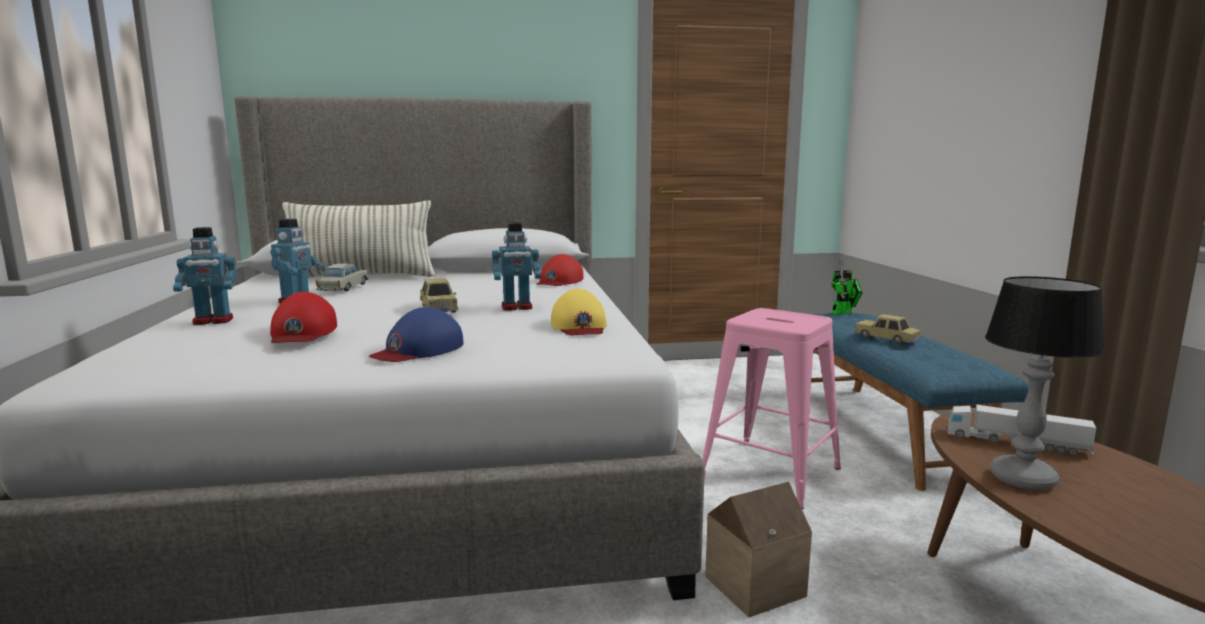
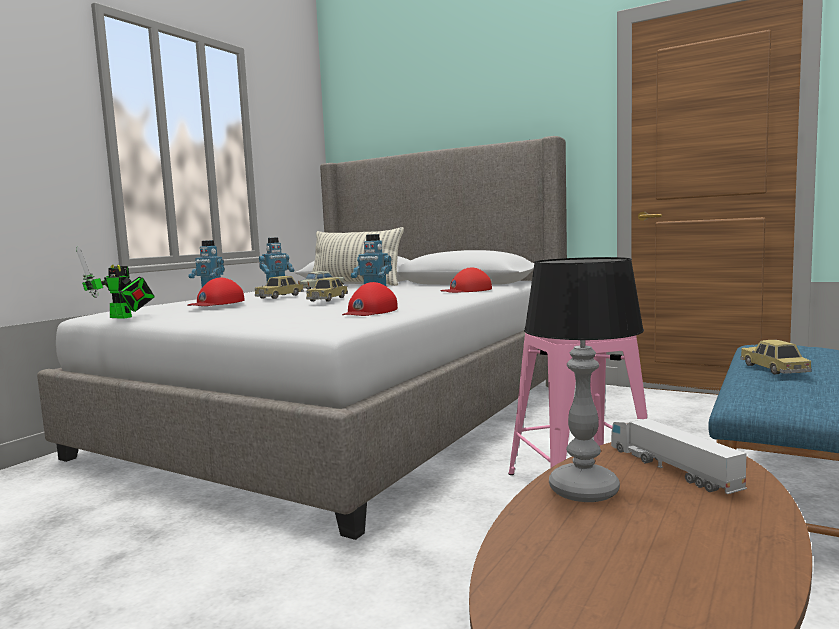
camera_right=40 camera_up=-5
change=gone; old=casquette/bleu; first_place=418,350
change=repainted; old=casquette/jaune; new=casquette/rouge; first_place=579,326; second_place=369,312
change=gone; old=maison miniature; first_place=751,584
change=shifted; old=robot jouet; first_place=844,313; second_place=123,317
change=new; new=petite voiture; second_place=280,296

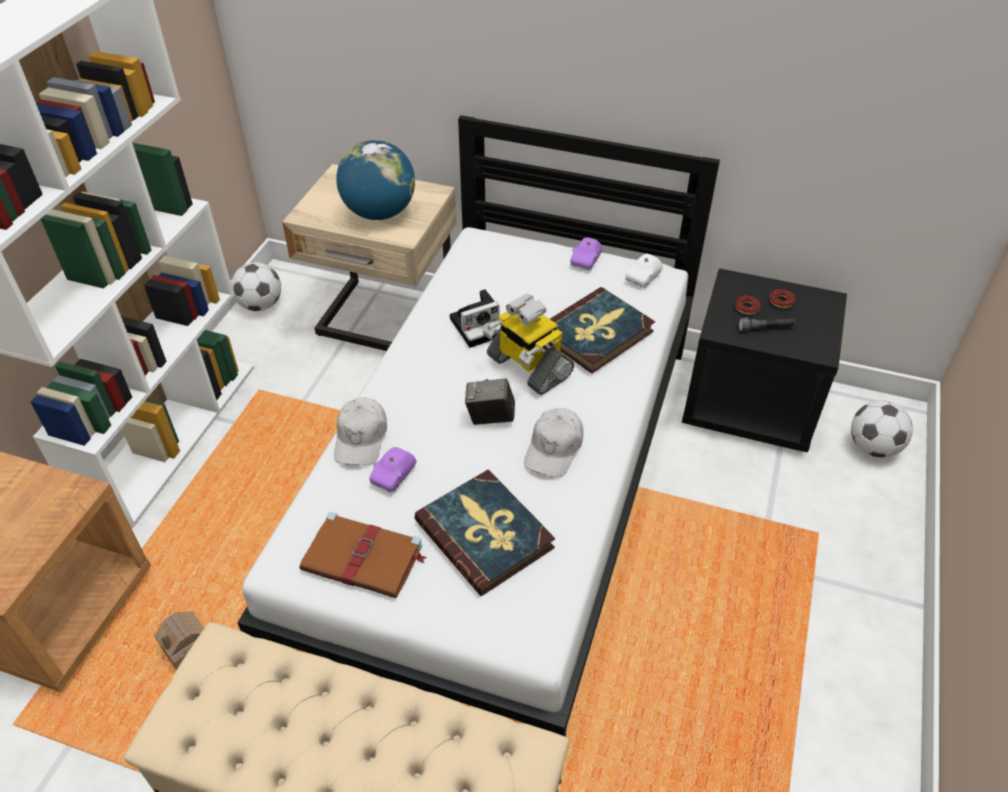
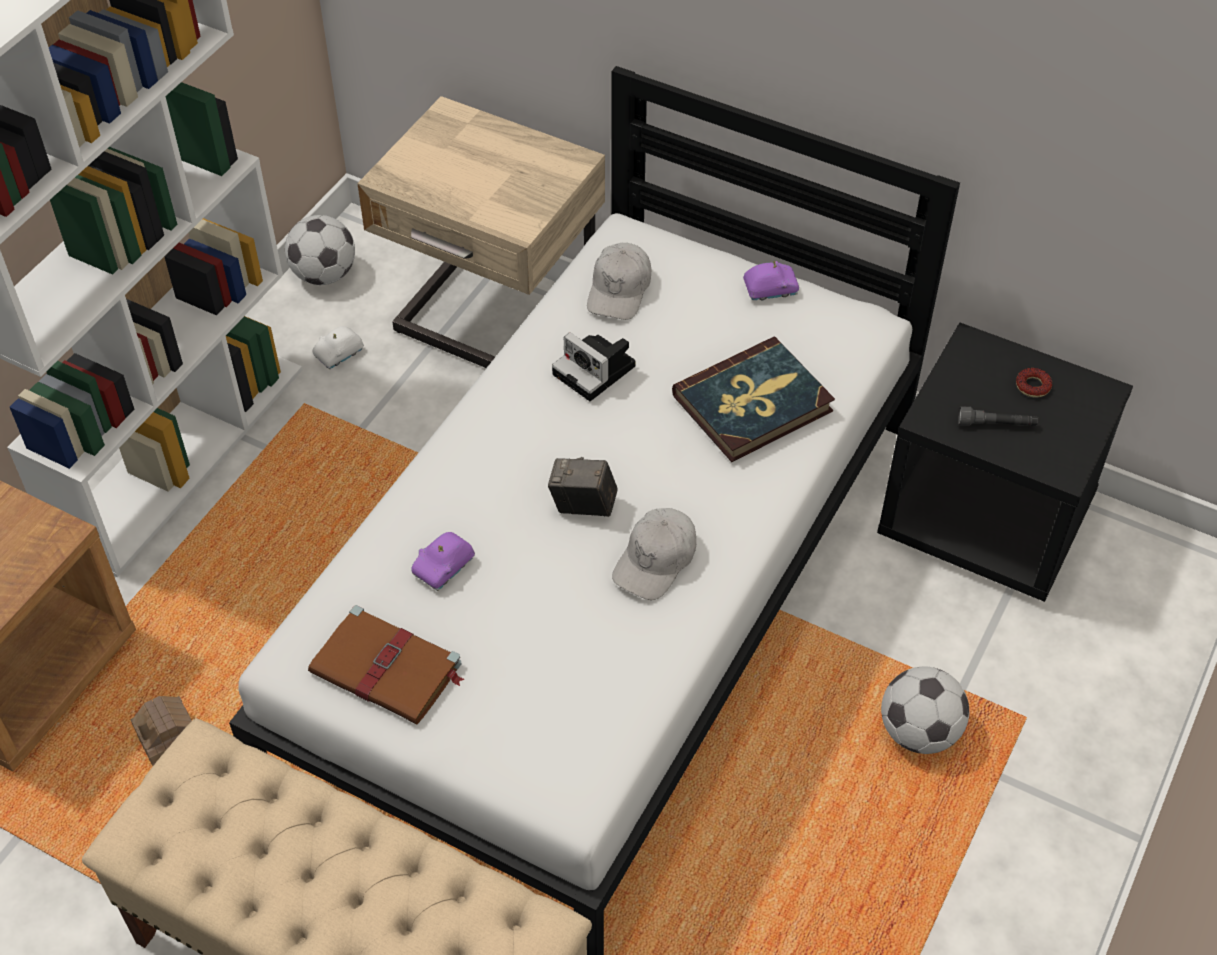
camera_right=10 camera_up=5
change=shifted; old=casquette/blanc; first_place=361,438; second_place=619,290
change=gone; old=globe; first_place=379,213
change=gone; old=livre; first_place=485,534
change=rotated; old=appareil photo; first_place=478,326; second_place=597,371; degrees=60
change=gone; old=robot jouet; first_place=527,367
change=rotated; old=petite voiture/violet; first_place=586,260; second_place=769,289; degrees=-135
change=shifted; old=petite voiture/blanc; first_place=644,277; second_place=339,354
change=gone; old=beignet; first_place=746,308
change=shifted; old=ballon de foot; first_place=873,447; second_place=918,732

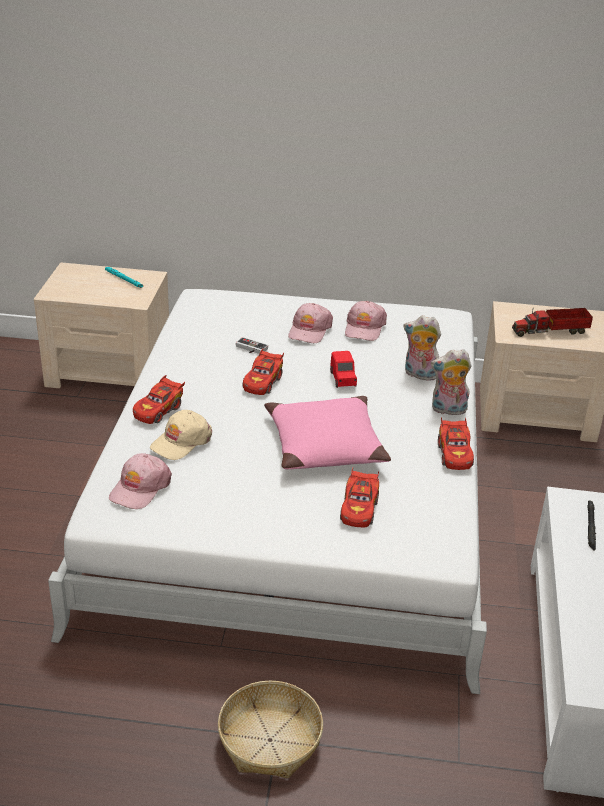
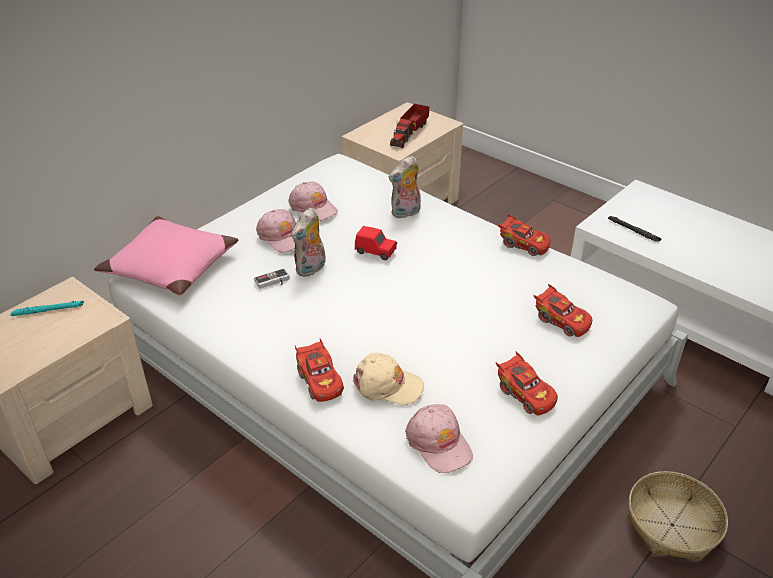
camera_right=-55 camera_up=5
change=rotated; old=casquette/beige; first_place=181,442; second_place=387,385; degrees=-60
change=shifted; old=petite voiture/rouge; first_place=263,382; second_place=525,394
change=shifted; old=coussin/rose; first_place=324,445; second_place=170,267
change=shifted; old=peluche; first_place=448,410; second_place=311,269

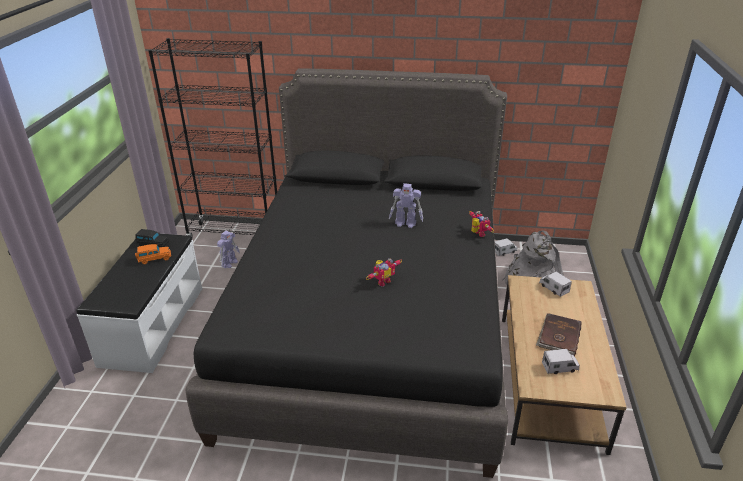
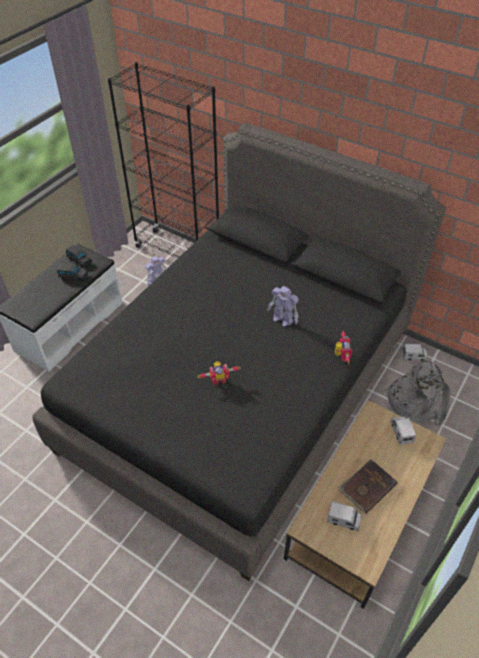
camera_right=25 camera_up=15
change=repainted; old=petite voiture/orange; new=petite voiture/noir; first_place=154,259; second_place=73,276

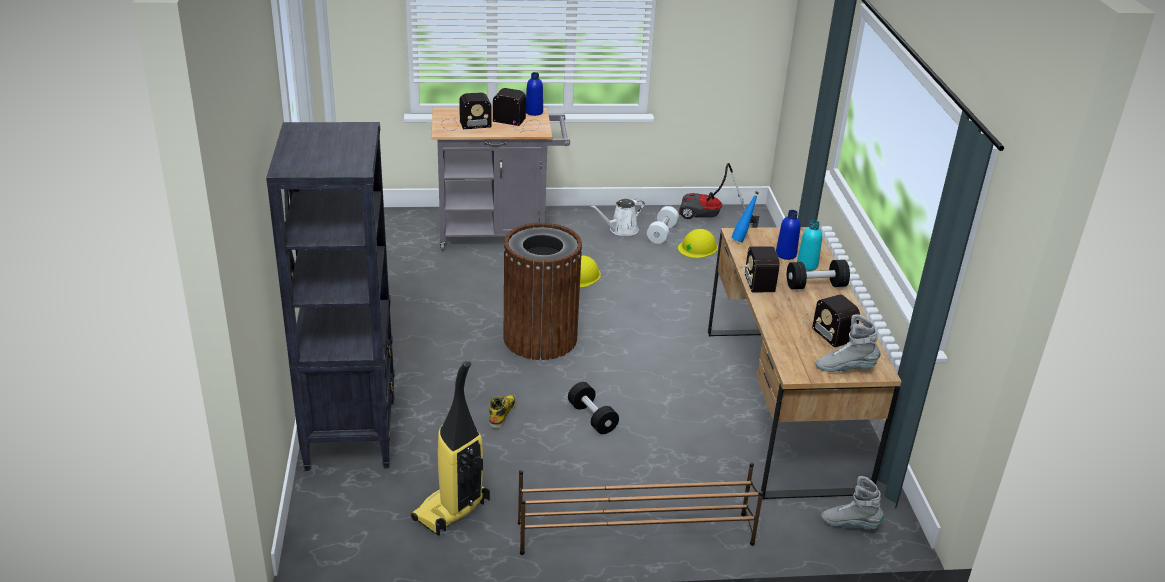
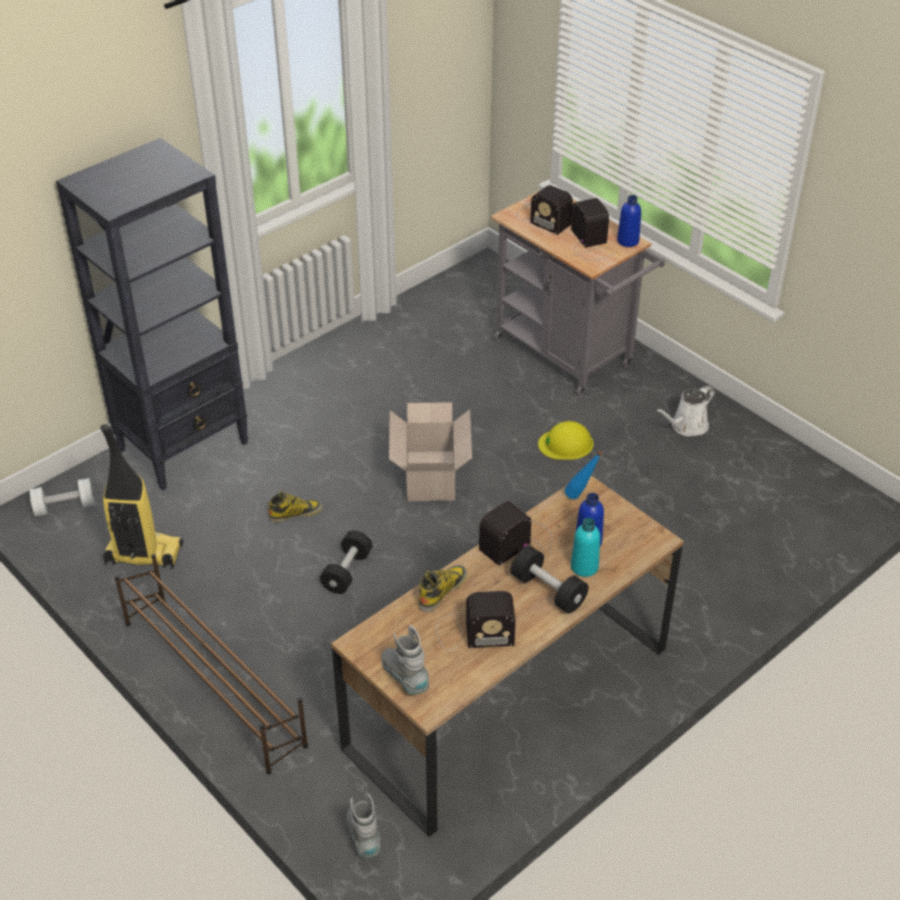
camera_right=55 camera_up=10
change=swapped; old=poubelle/marron; new=carton; first_place=540,338; second_place=431,474
change=rotated; old=arrosoir/blanc; first_place=621,230; second_place=686,426; degrees=-60
change=shifted; old=haltère/blanc; first_place=662,233; second_place=65,507
change=gone; old=casque de chantier/jaune; first_place=698,247
change=gone; old=aspirateur; first_place=710,218
change=rotated; old=radio; first_place=827,327; second_place=472,632; degrees=-120
change=new; new=botte; second_place=442,590

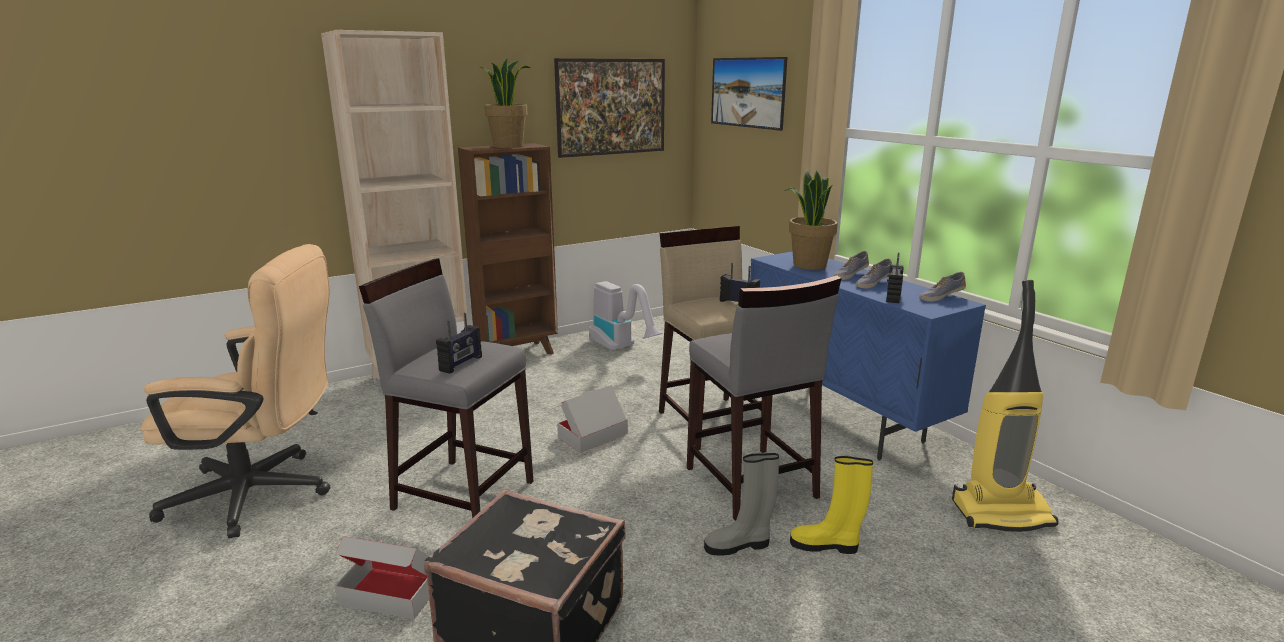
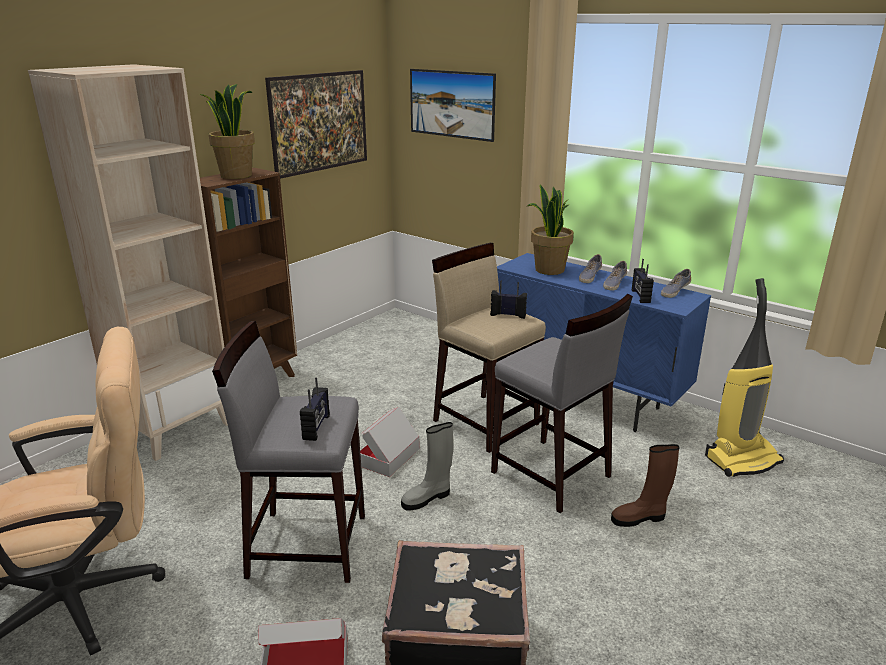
camera_right=-20 camera_up=5
change=gone; old=aspirateur; first_place=622,348
change=shifted; old=botte/gris; first_place=739,545; second_place=427,498
change=repainted; old=botte/jaune; new=botte/marron; first_place=826,545; second_place=639,518

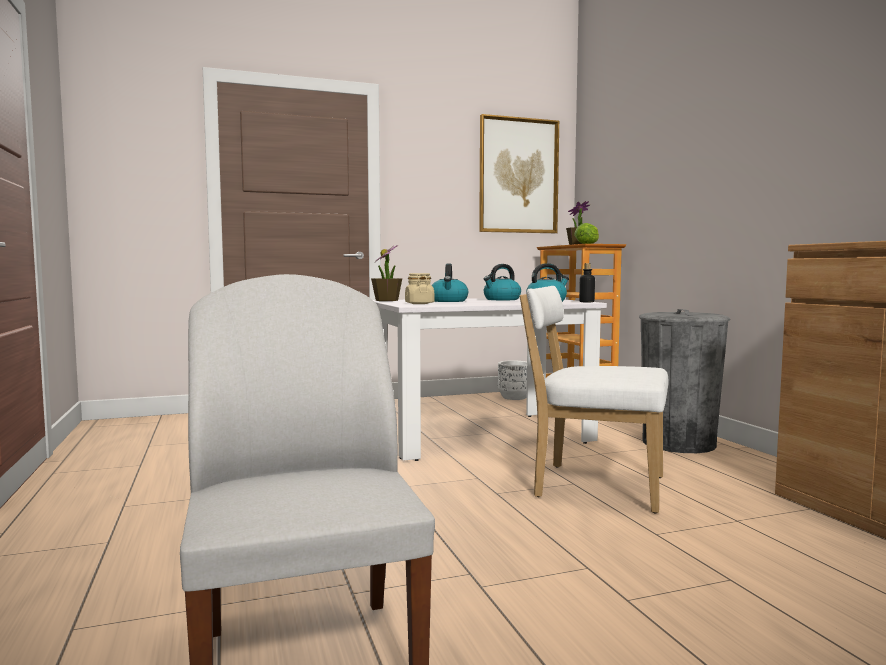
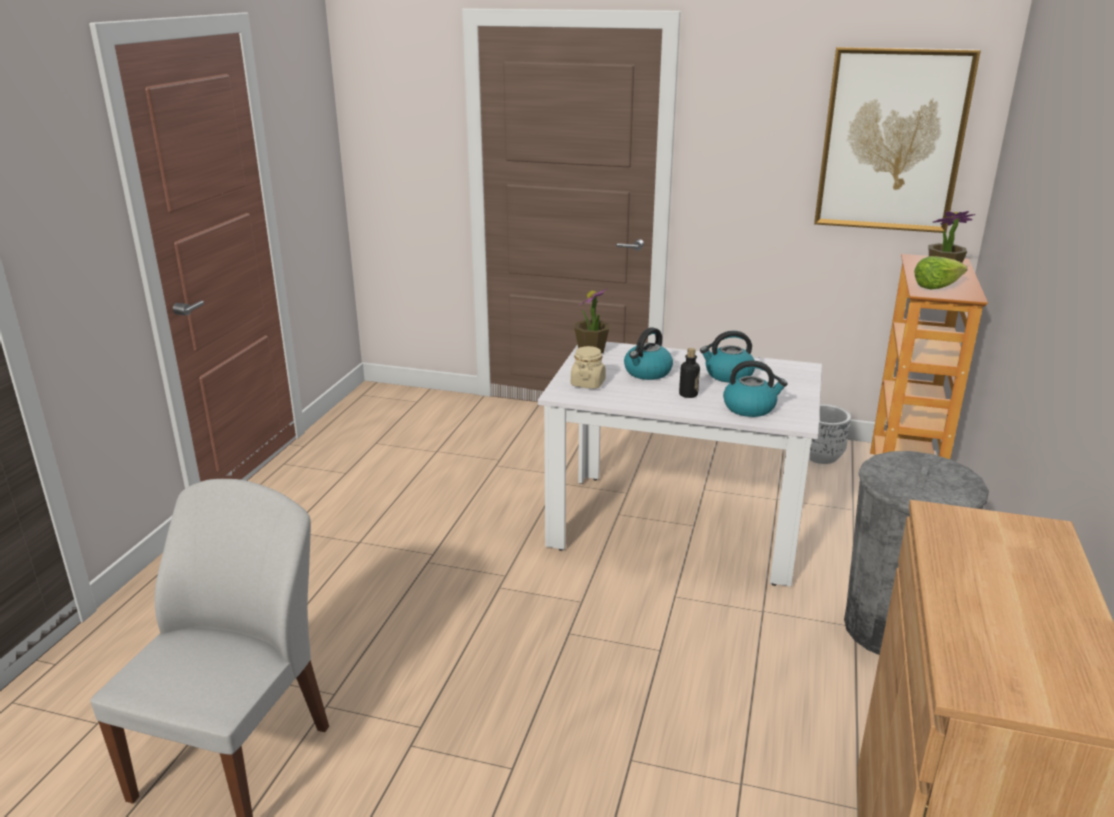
camera_right=35 camera_up=20
change=gone; old=chaise/blanc; first_place=592,486
change=shifted; old=bouteille; first_place=586,302; second_place=688,394

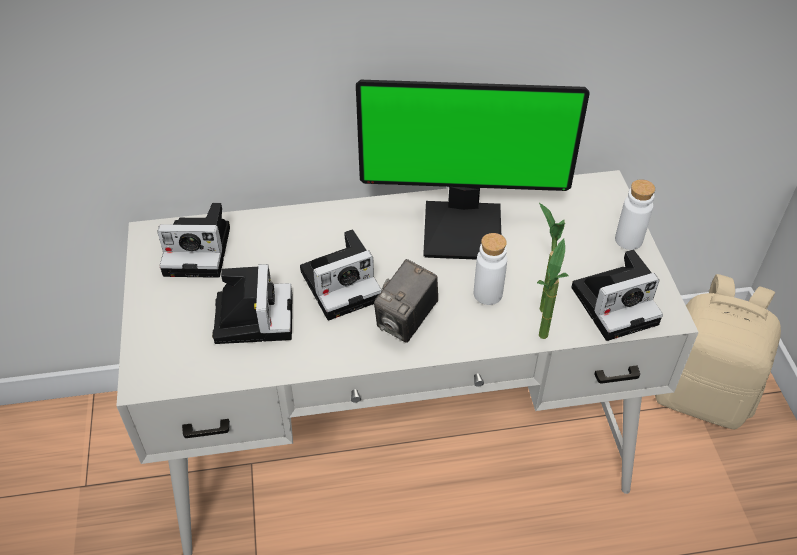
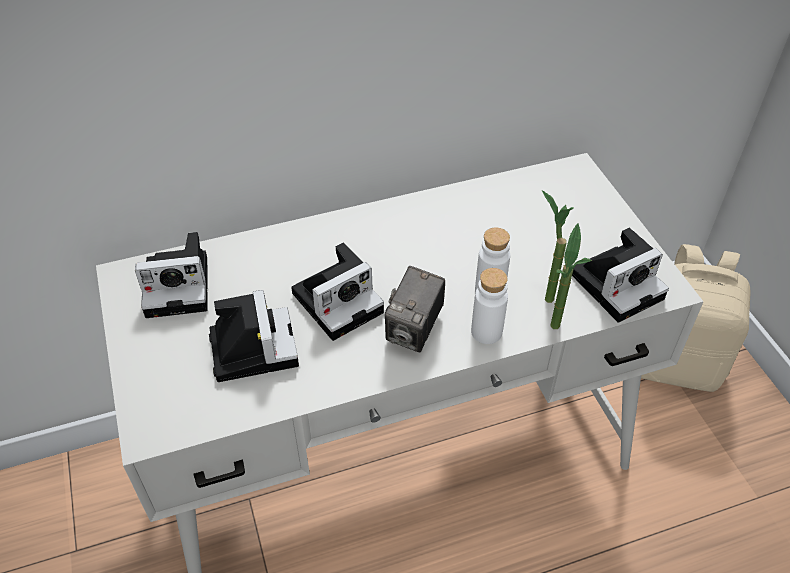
camera_right=-10 camera_up=0
change=gone; old=écran d'ordinateur; first_place=464,228
change=shifted; old=bouteille/blanc; first_place=628,240; second_place=486,332

